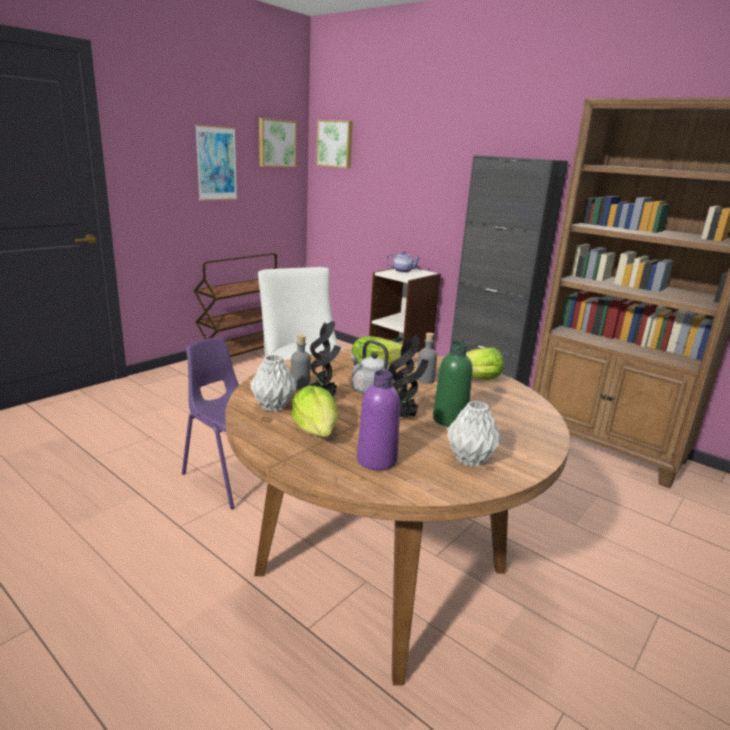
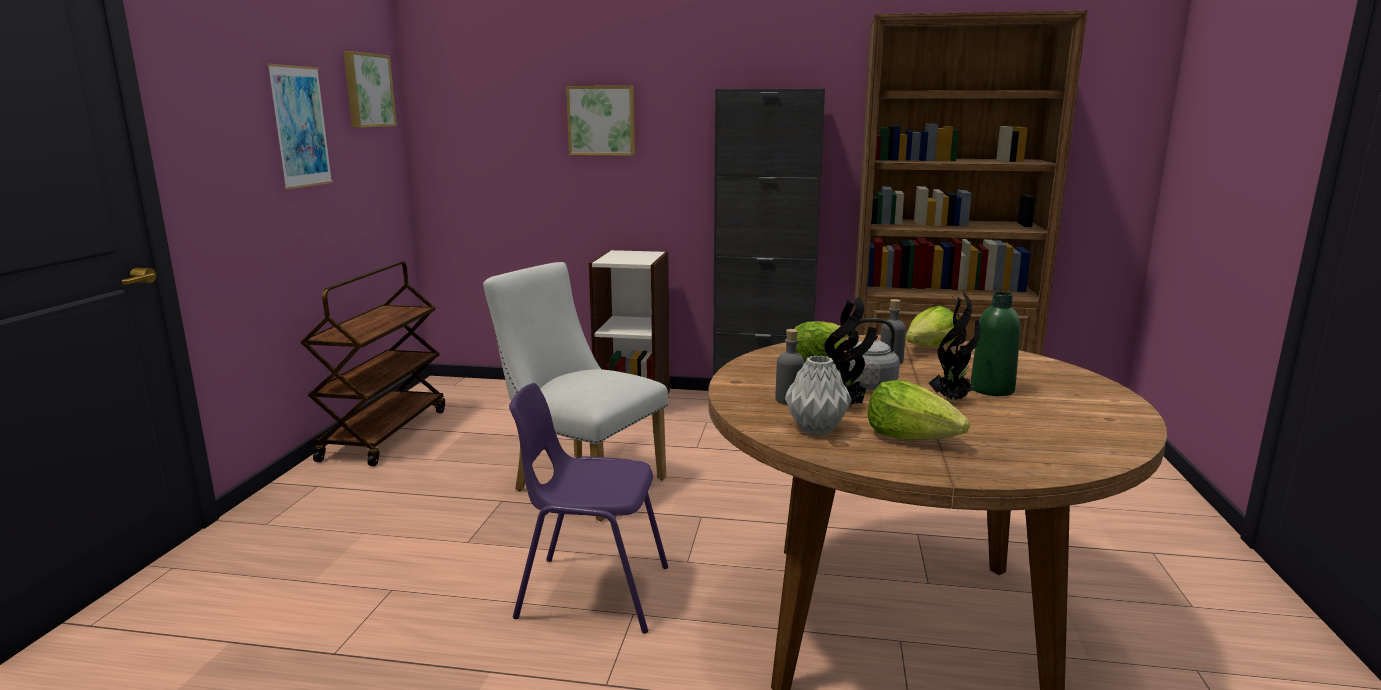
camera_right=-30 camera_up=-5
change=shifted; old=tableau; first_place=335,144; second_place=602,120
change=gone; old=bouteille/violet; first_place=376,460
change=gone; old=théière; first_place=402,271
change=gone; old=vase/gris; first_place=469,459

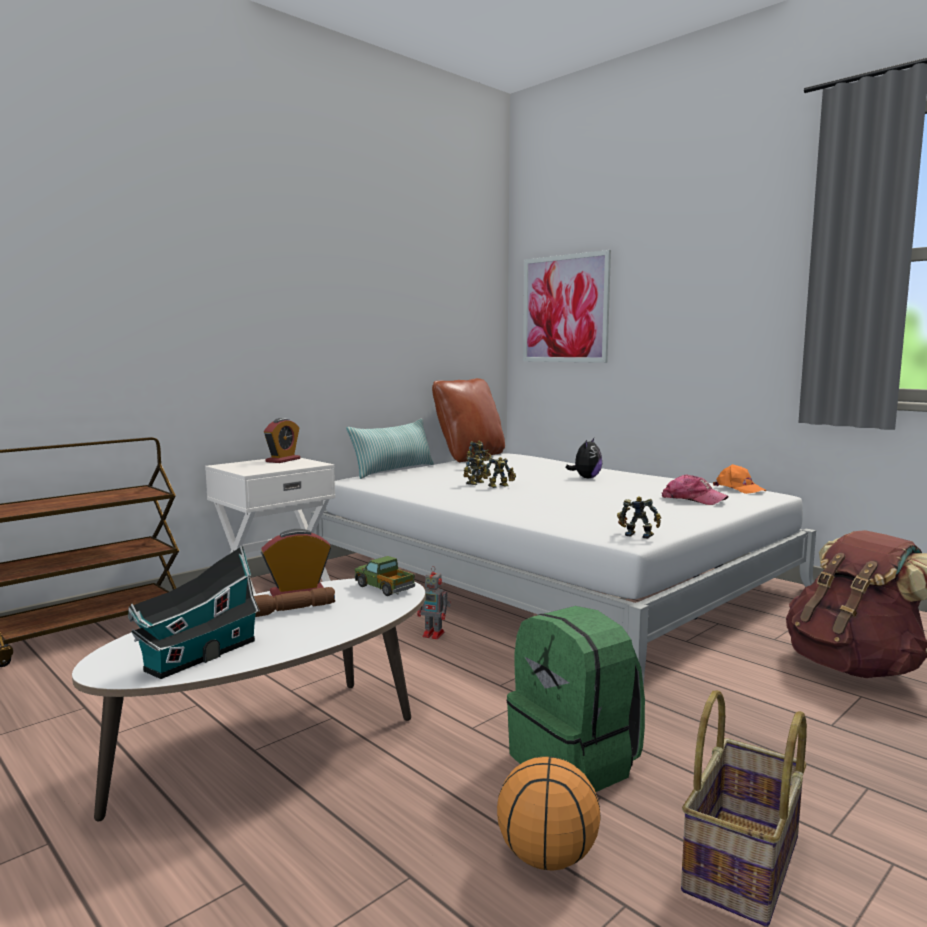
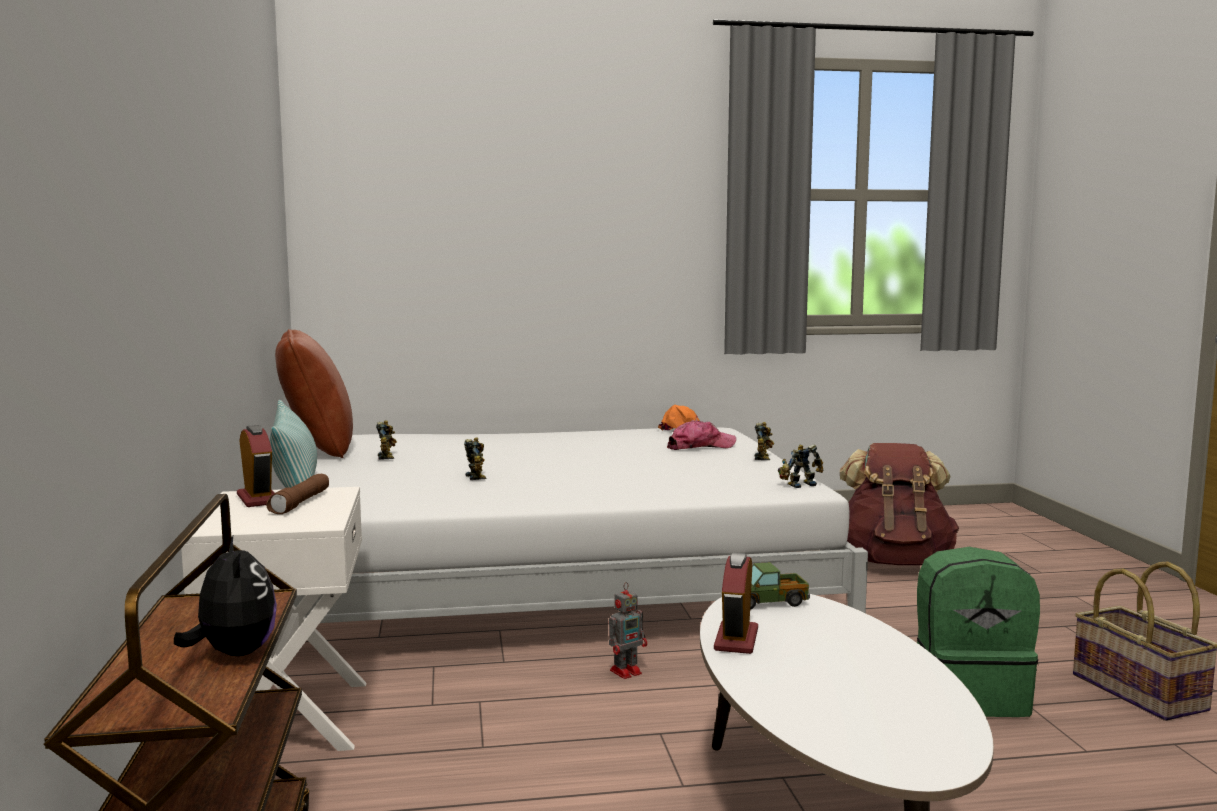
camera_right=-55 camera_up=0
change=gone; old=maison miniature; first_place=197,657
change=shifted; old=lampe de poche/marron; first_place=288,611; second_place=301,503
change=shifted; old=robot jouet; first_place=499,486; second_place=764,458
change=gone; old=ballon de basket; first_place=548,857
change=gone; old=tableau; first_place=565,309
change=shifted; old=peluche; first_place=586,478; second_place=233,653

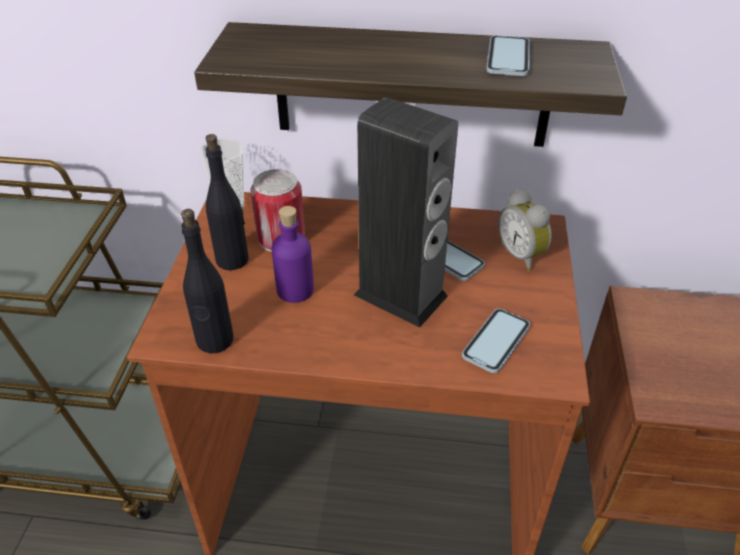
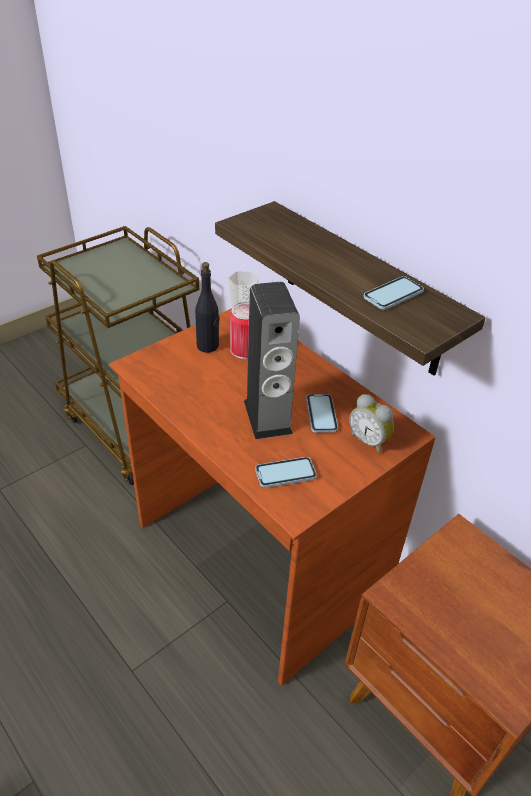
camera_right=40 camera_up=0
change=gone; old=bouteille/noir; first_place=214,340
change=gone; old=bouteille/violet; first_place=295,290
change=rotated; old=réveil; first_place=522,255; second_place=369,441; degrees=-60

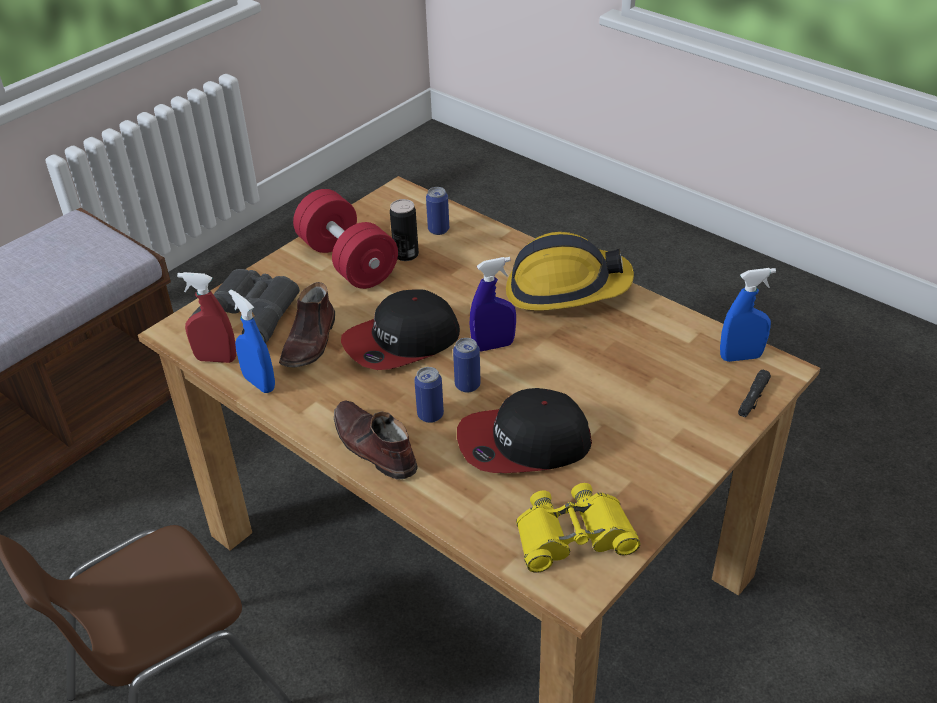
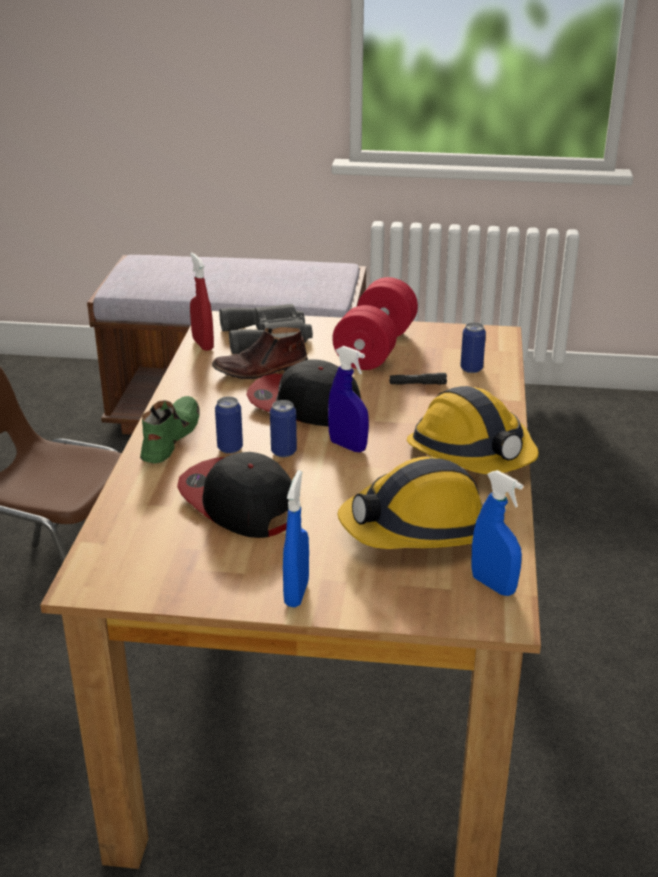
camera_right=55 camera_up=-10
change=shifted; old=vaporisateur/bleu; first_place=259,383; second_place=296,593
change=repainted; old=chaussure/marron; new=chaussure/vert; first_place=373,447; second_place=169,437
change=gone; old=boîte métallique; first_place=406,254
change=gone; old=jumelles/jaune; first_place=573,536
change=shifted; old=lampe de poche/noir; first_place=753,398; second_place=417,384
change=new; new=casque de chantier; second_place=416,530

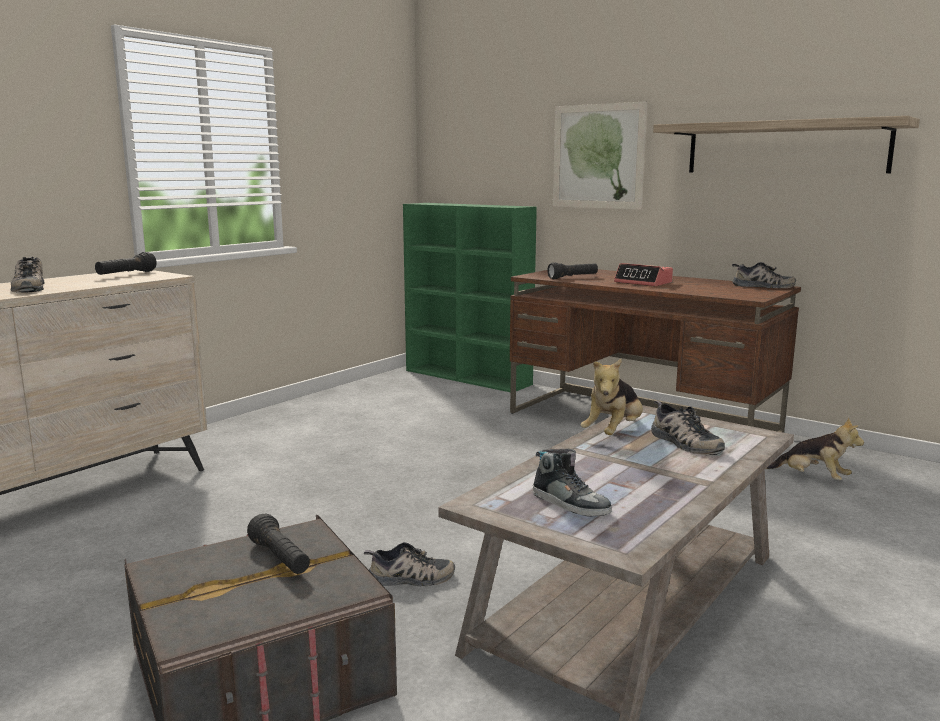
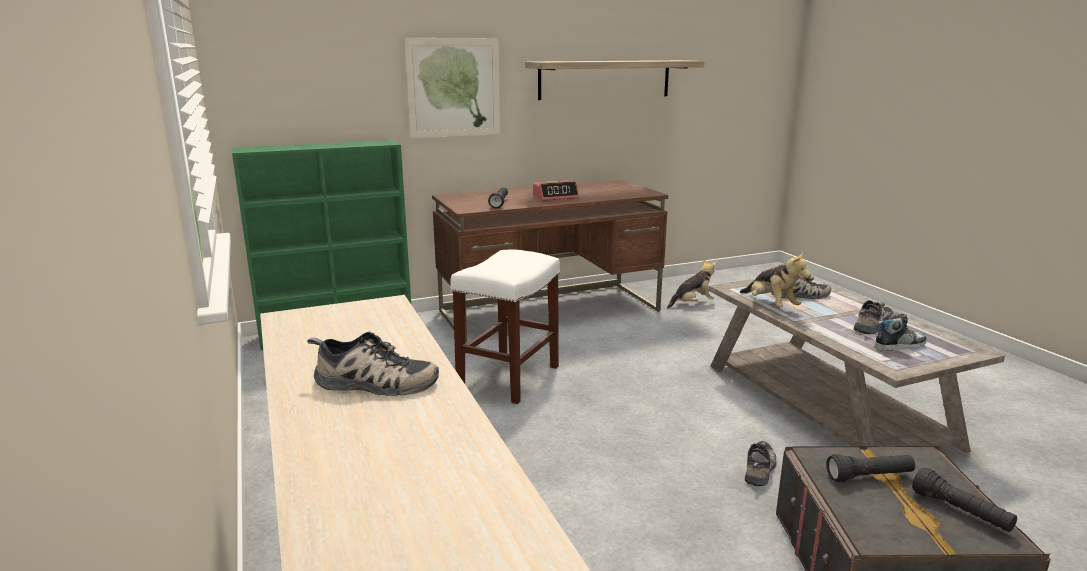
camera_right=-60 camera_up=5
change=shifted; old=lampe de poche/noir; first_place=126,274; second_place=960,512
change=shifted; old=chaussure; first_place=762,286; second_place=875,325
change=new; new=tabouret/blanc; second_place=509,377

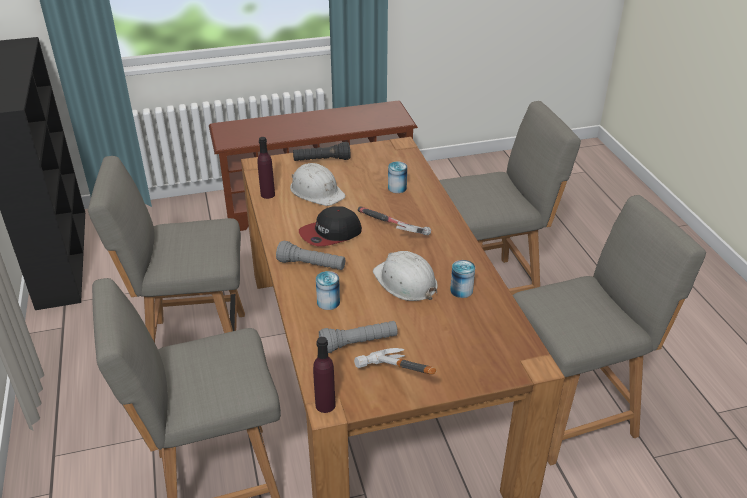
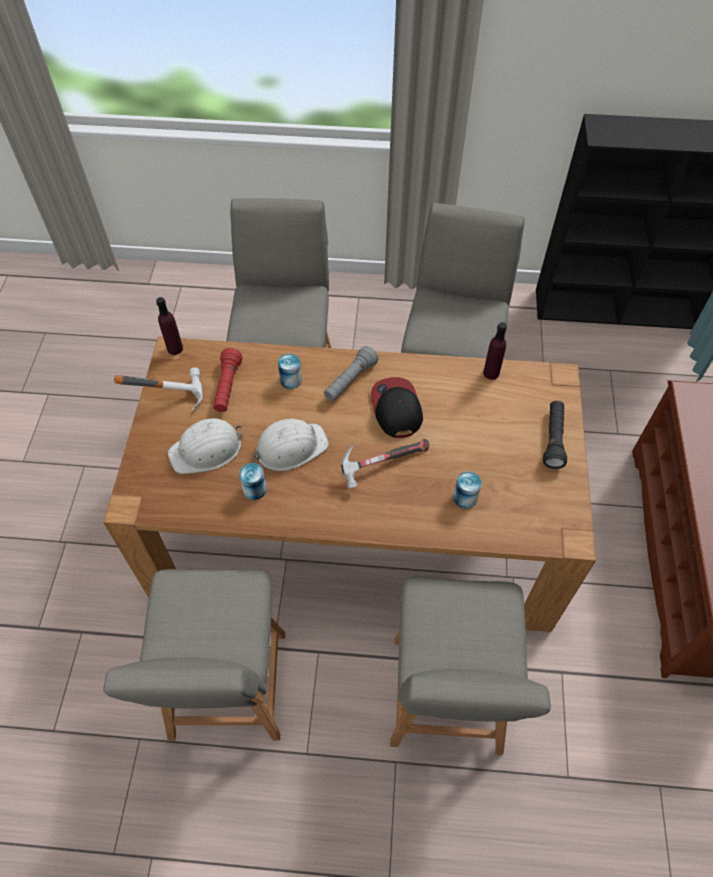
camera_right=110 camera_up=20
change=shifted; old=casque de chantier/blanc; first_place=317,191; second_place=207,450
change=repainted; old=lampe de poche/gris; new=lampe de poche/rouge; first_place=358,343; second_place=227,387

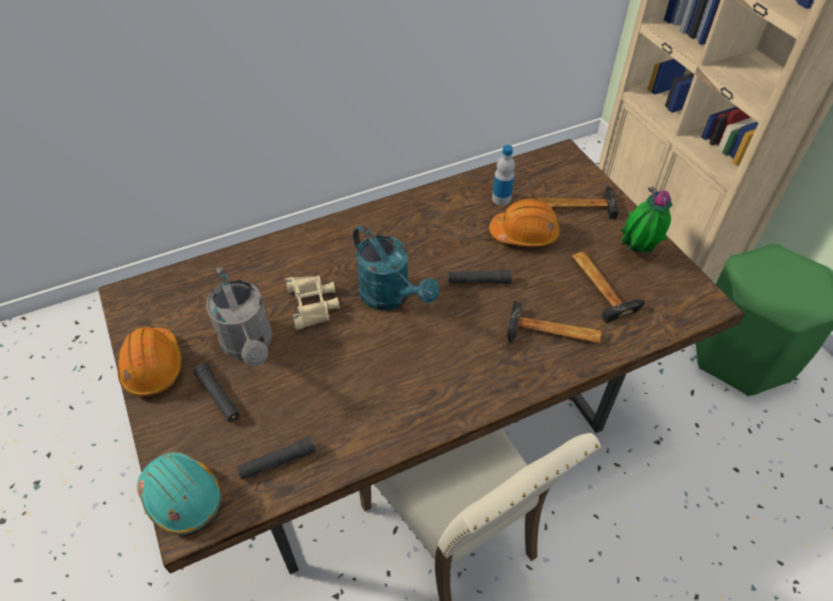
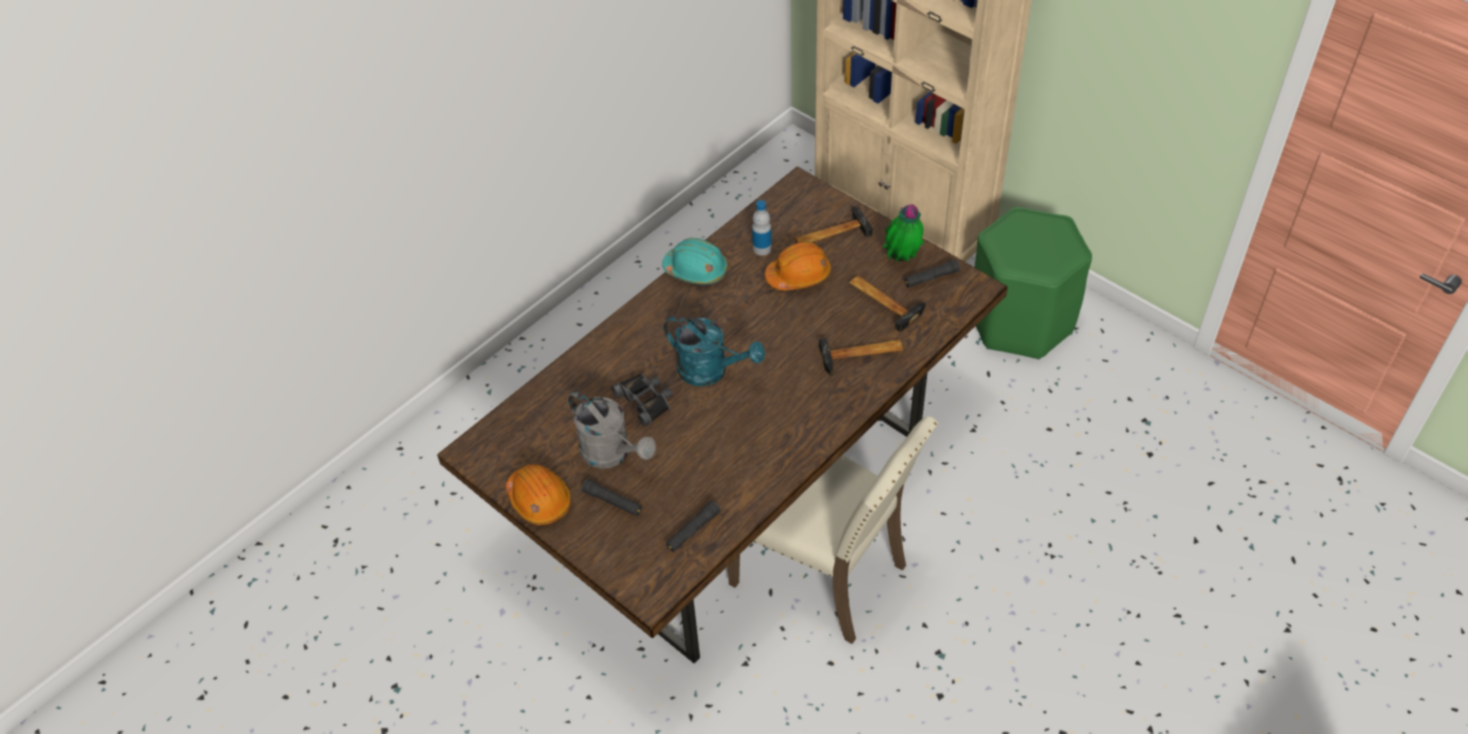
camera_right=-20 camera_up=0
change=shifted; old=casque de chantier/turquoise; first_place=182,497; second_place=696,270
change=repainted; old=jumelles/beige; new=jumelles/noir; first_place=313,303; second_place=645,400
change=shifted; old=lampe de poche/noir; first_place=479,281; second_place=931,278

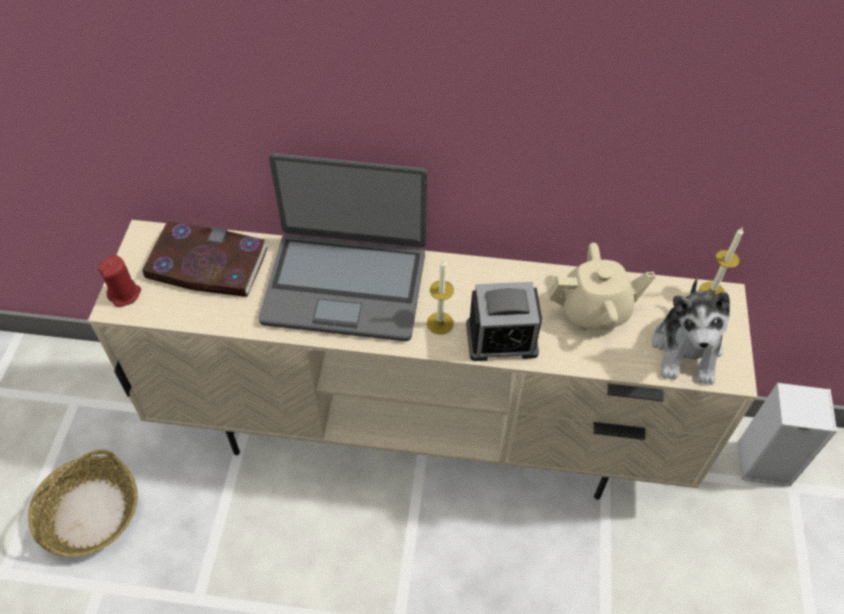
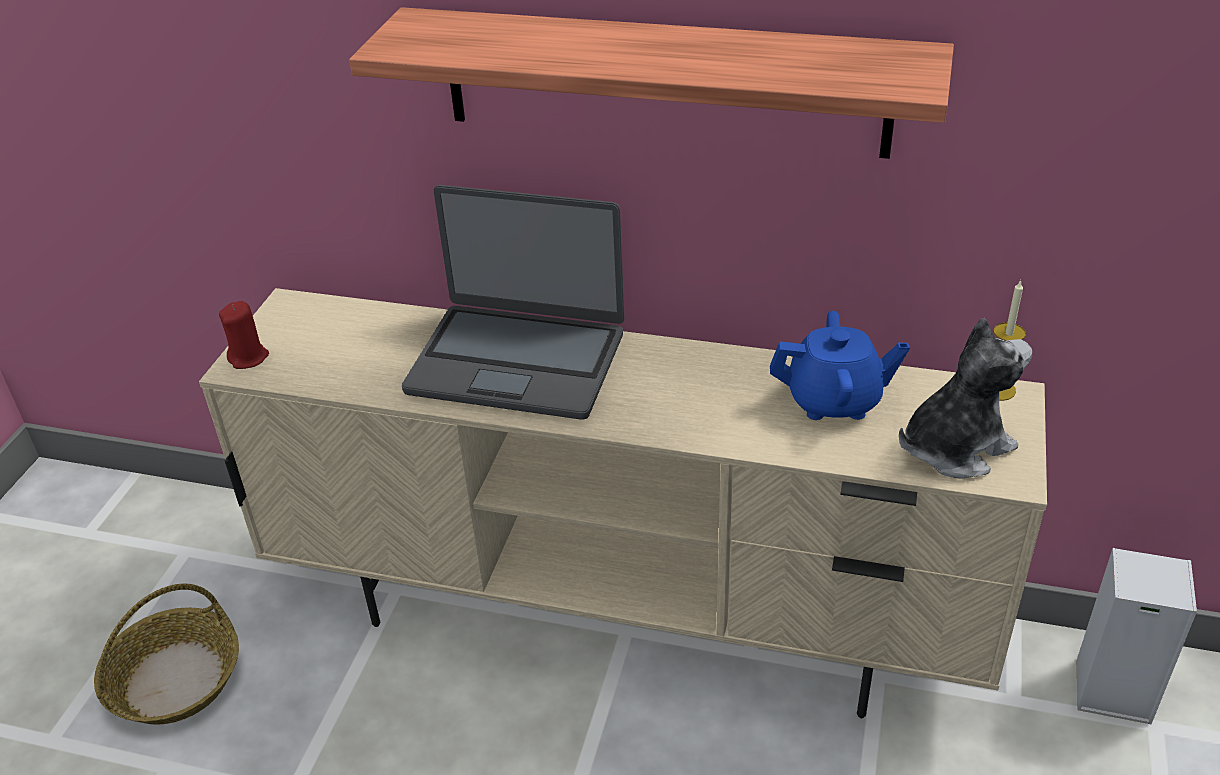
camera_right=10 camera_up=-15
change=gone; old=livre; first_place=206,264
change=gone; old=bougie; first_place=440,323
change=gone; old=réveil; first_place=501,339
change=repainted; old=théière/beige; new=théière/bleu; first_place=594,310; second_place=834,401
change=rotated; old=peluche; first_place=686,349; second_place=954,447; degrees=-135
change=new; new=étagère; second_place=663,82

